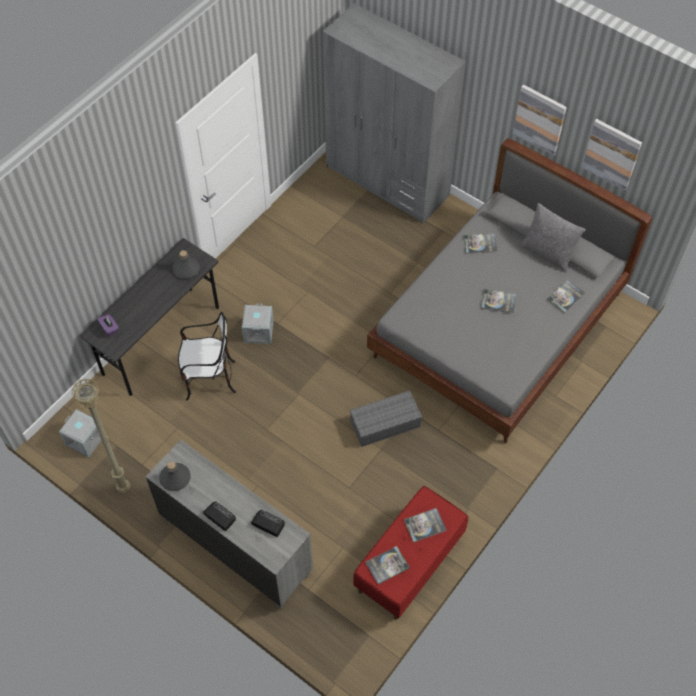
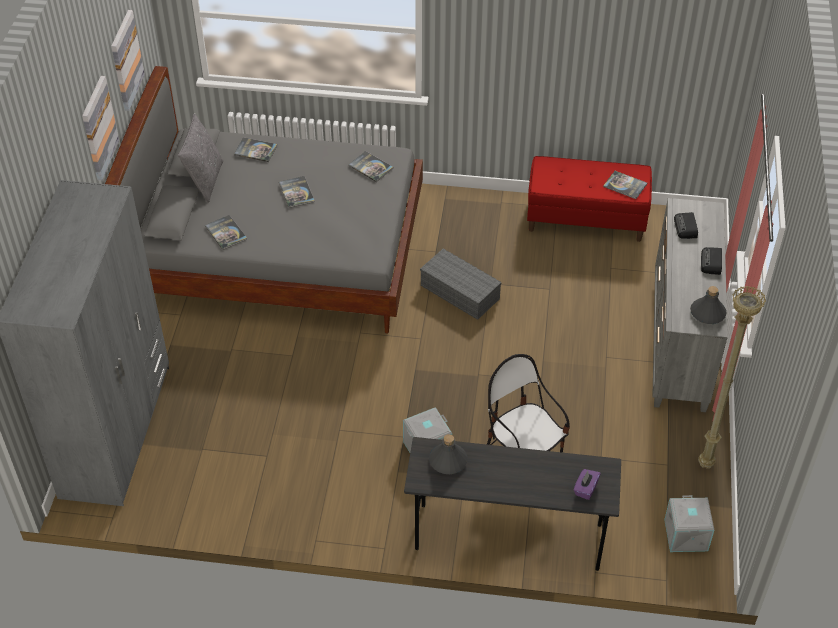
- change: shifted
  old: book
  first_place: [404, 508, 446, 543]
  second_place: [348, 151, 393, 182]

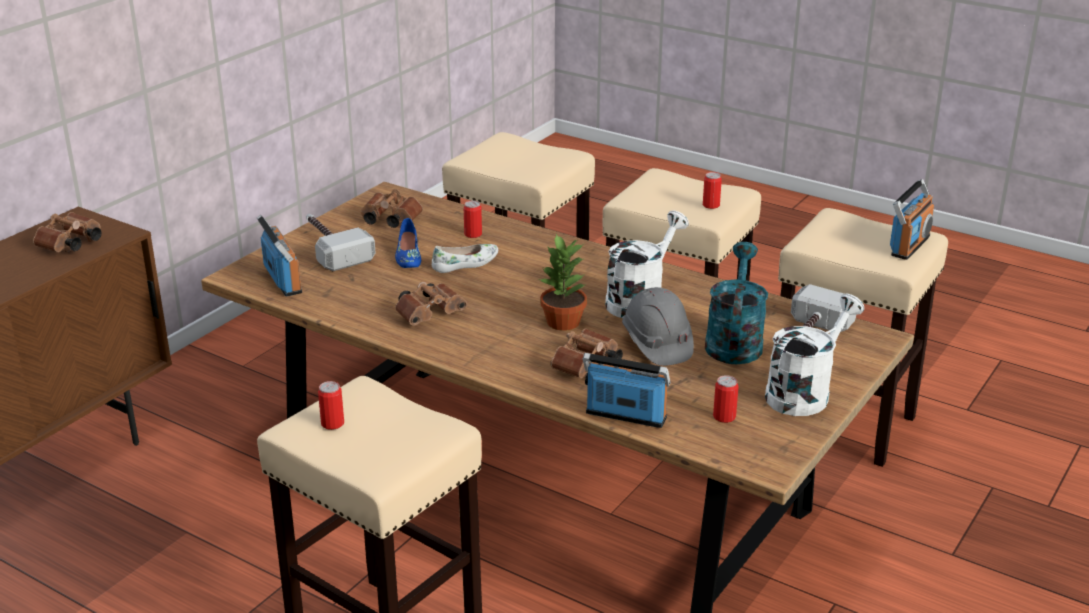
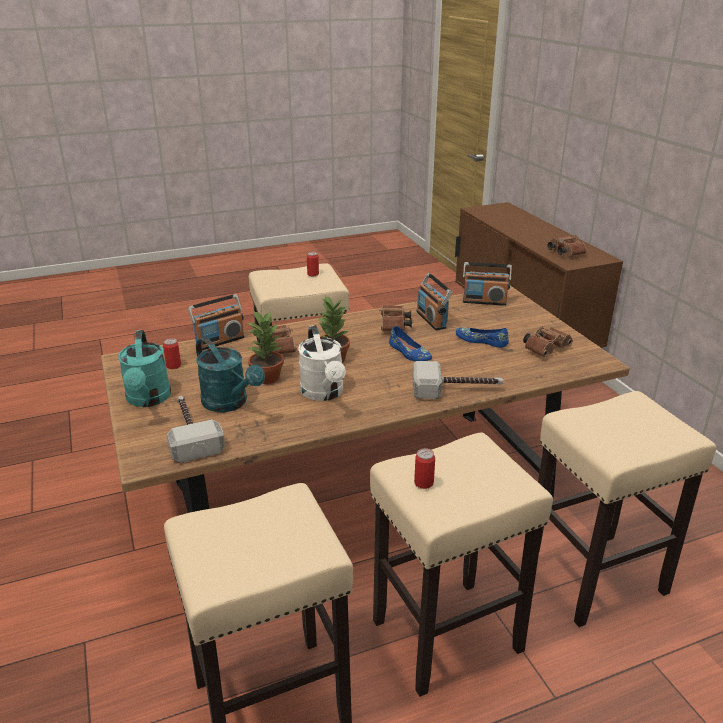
- change: gone
  old: white_shoe
  first_place: [432, 244, 498, 273]
- change: gone
  old: can
  first_place: [464, 200, 482, 238]
- change: new
  new: blue_shoe
  second_place: [389, 326, 432, 361]
- change: shifted
  old: hammer
  first_place: [306, 214, 376, 271]
  second_place: [413, 361, 503, 399]
- change: shifted
  old: radio
  first_place: [890, 179, 934, 260]
  second_place: [417, 273, 452, 330]
- change: swapped
  old: grey_hard_hat
  new: potted_plant
  first_place: [622, 287, 694, 366]
  second_place: [246, 310, 284, 384]
- change: repainted
  old: white_watering_can
  new: turquoise_watering_can
  first_place: [765, 294, 864, 416]
  second_place: [118, 330, 171, 407]

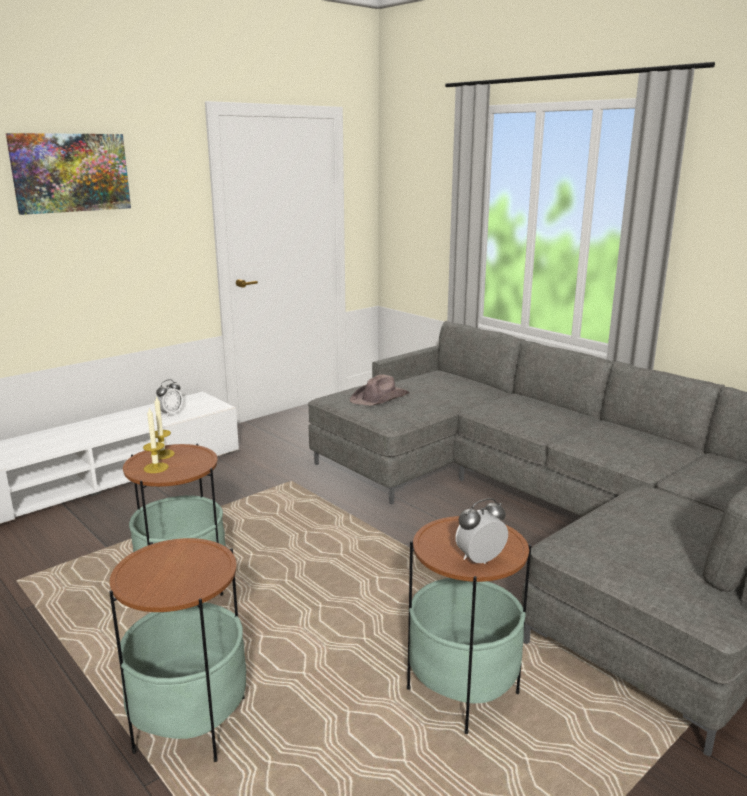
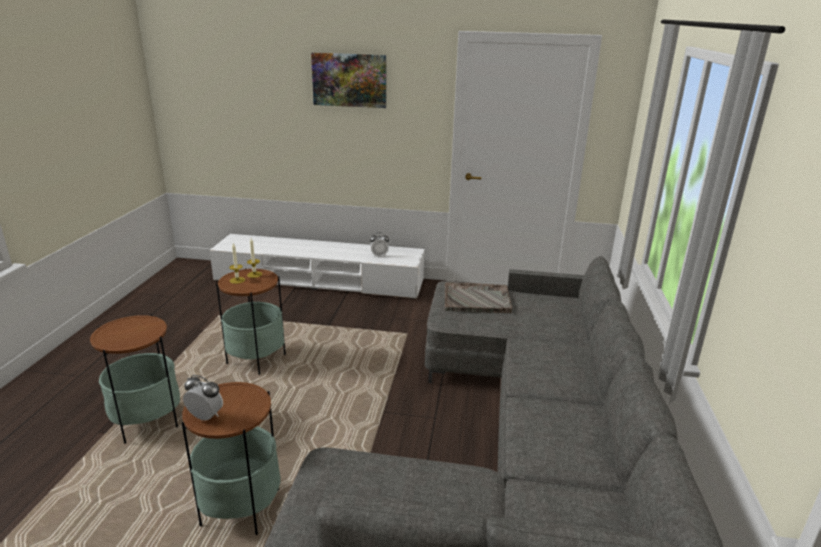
- change: swapped
  old: brown_hat
  new: grey_tray
  first_place: [350, 374, 410, 406]
  second_place: [445, 282, 512, 313]

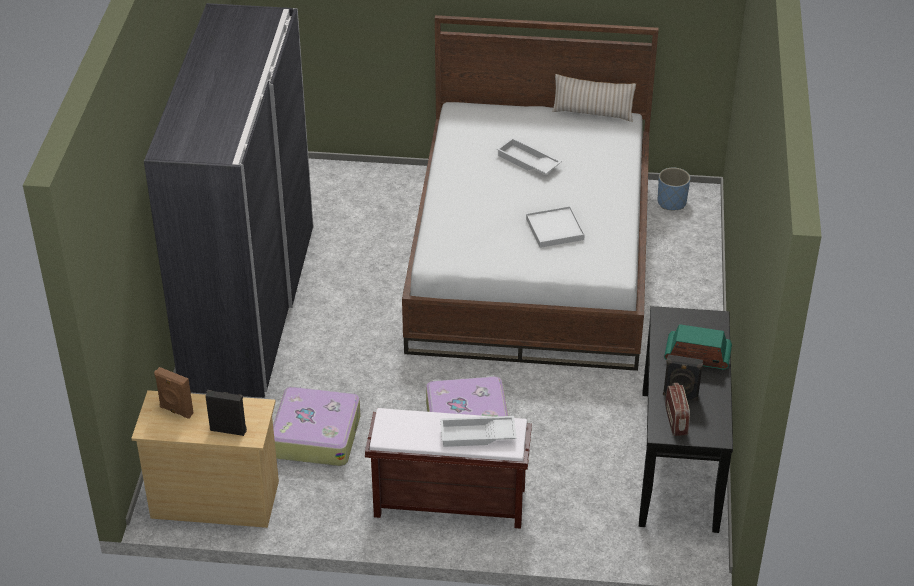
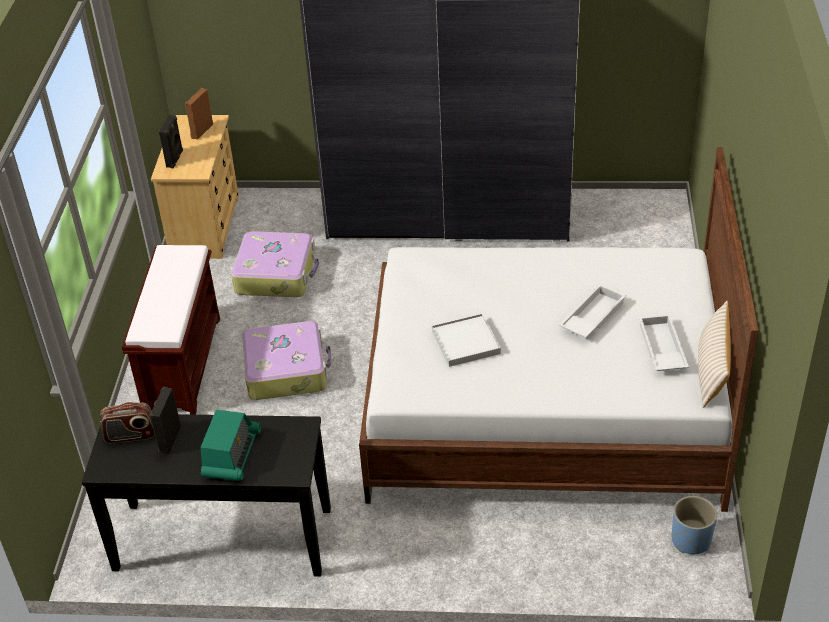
- change: shifted
  old: white_tray
  first_place: [440, 416, 516, 447]
  second_place: [639, 314, 689, 371]

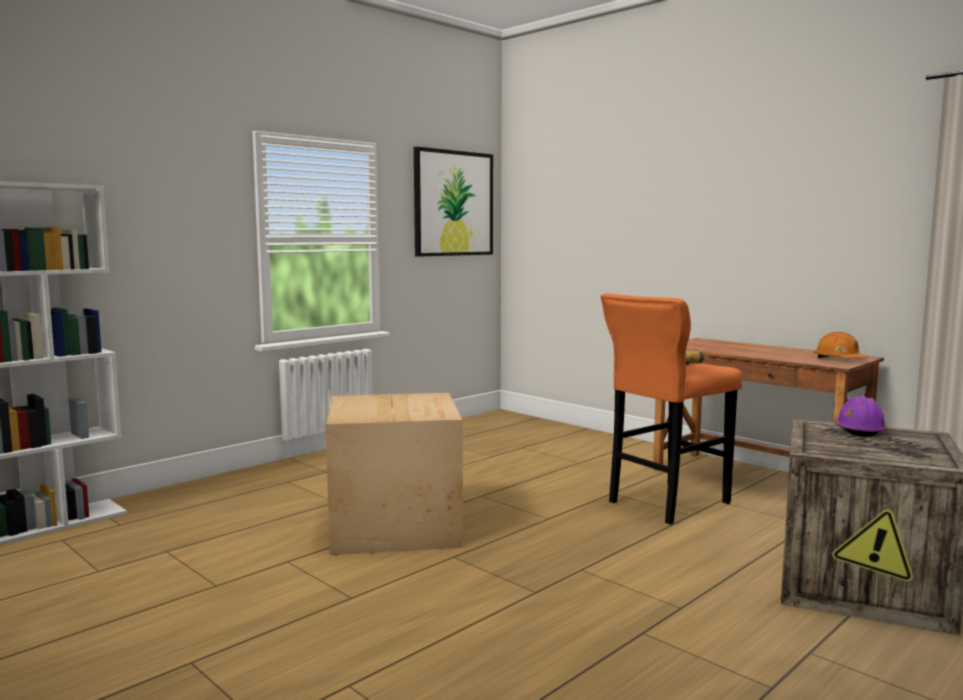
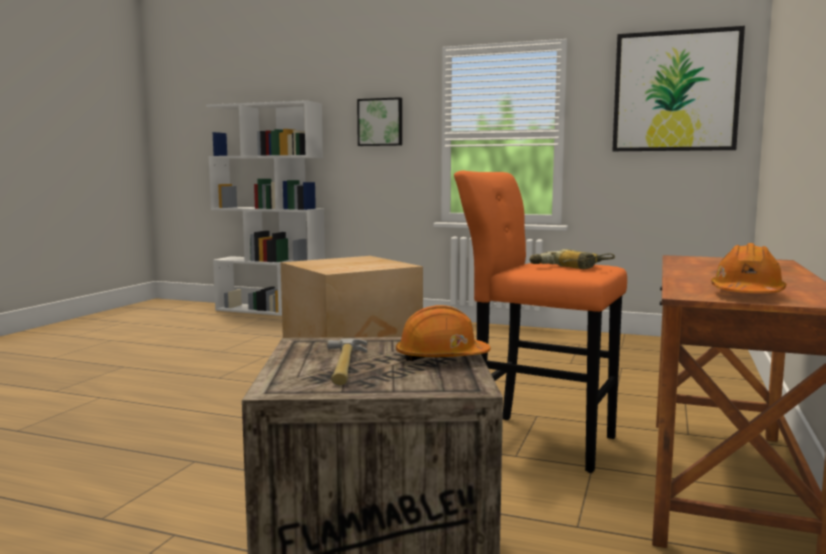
- change: new
  new: hammer
  second_place: [327, 339, 367, 385]
- change: new
  new: picture
  second_place: [357, 97, 402, 146]
- change: repainted
  old: purple_hard_hat
  new: orange_hard_hat
  first_place: [835, 396, 888, 437]
  second_place: [396, 305, 491, 361]

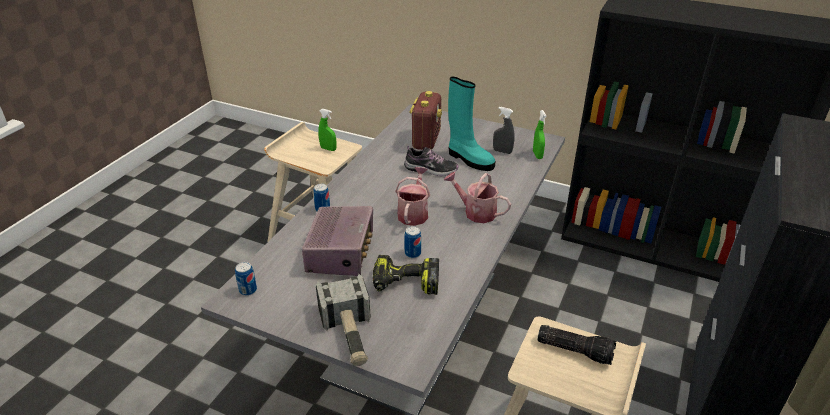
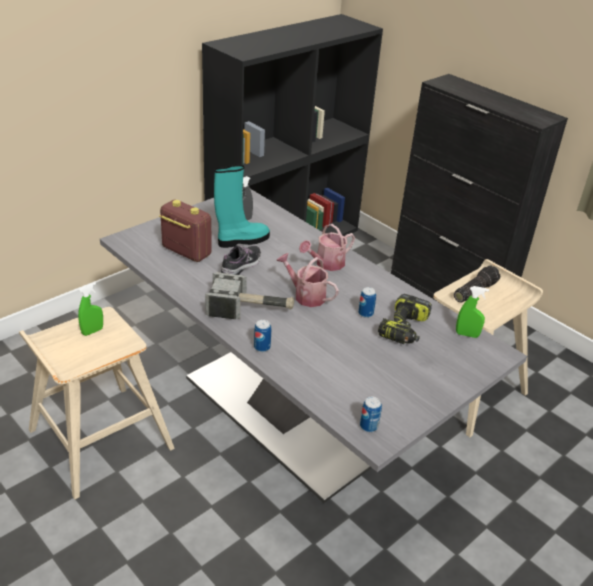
- change: gone
  old: radio
  first_place: [302, 206, 373, 276]
- change: shifted
  old: hammer
  first_place: [316, 274, 371, 366]
  second_place: [205, 273, 294, 319]
- change: shifted
  old: green_spray_bottle
  first_place: [533, 110, 547, 159]
  second_place: [456, 286, 489, 338]

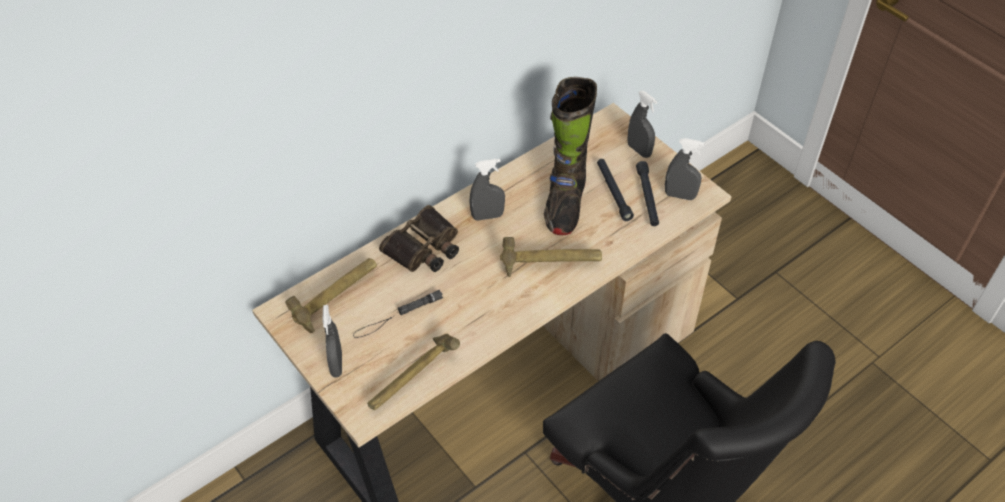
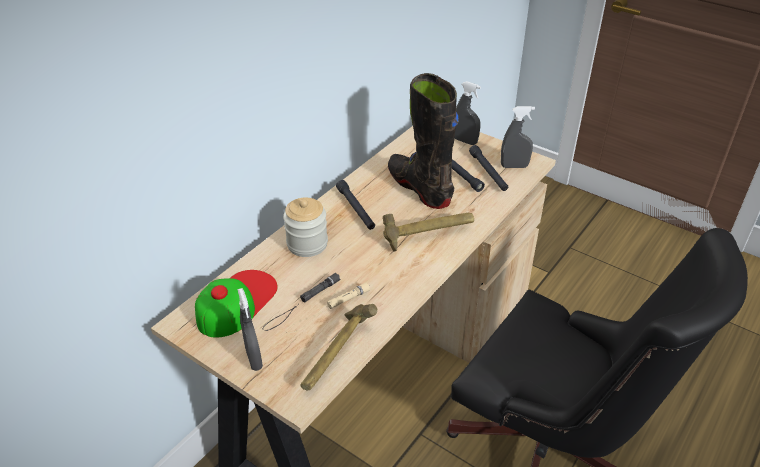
- change: new
  new: beige_flashlight
  second_place: [285, 282, 370, 333]
- change: swapped
  old: hammer
  new: cap
  first_place: [285, 258, 377, 333]
  second_place: [195, 270, 278, 338]
- change: swapped
  old: binoculars
  new: jar
  first_place: [379, 205, 459, 272]
  second_place: [283, 197, 328, 257]
- change: swapped
  old: grey_spray_bottle
  new: black_flashlight
  first_place: [469, 159, 505, 221]
  second_place: [336, 180, 375, 230]
- change: rotated
  old: black_boot
  first_place: [544, 77, 597, 235]
  second_place: [388, 73, 459, 209]
  degrees: 150

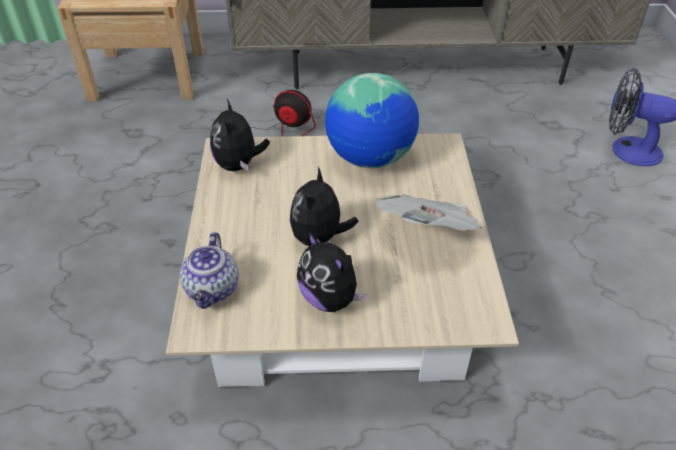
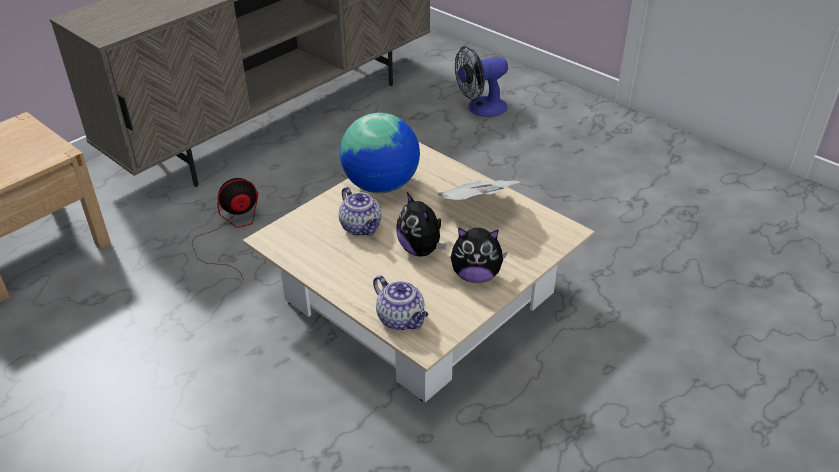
- change: gone
  old: plush_toy
  first_place: [210, 99, 270, 171]
- change: new
  new: teapot
  second_place: [339, 187, 382, 236]

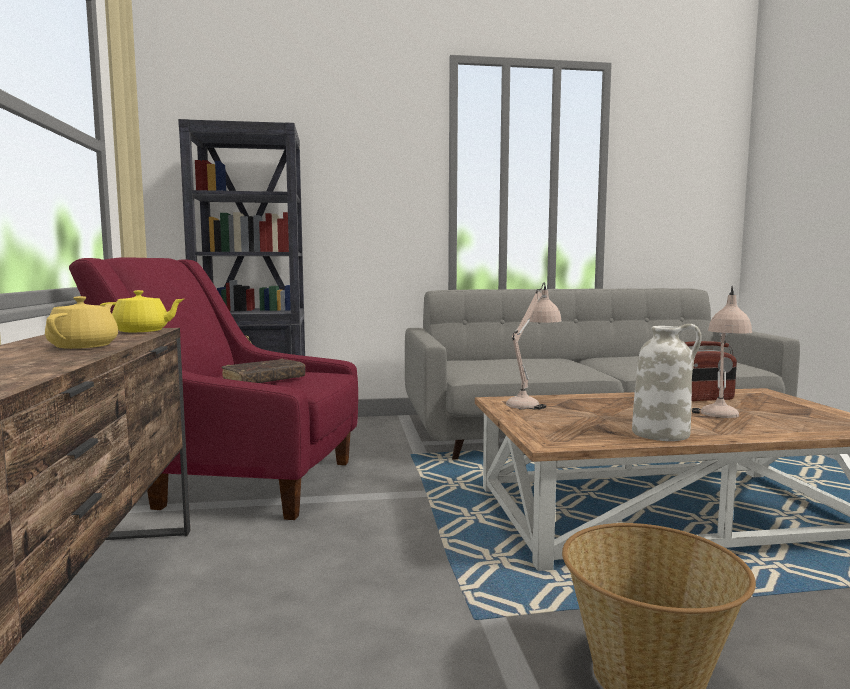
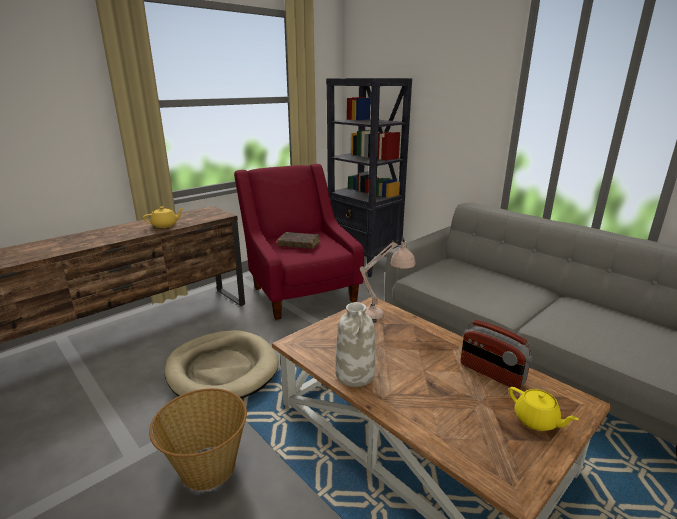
- change: gone
  old: beige_table_lamp
  first_place: [692, 286, 752, 418]
- change: new
  new: beige_dog_bed
  second_place: [164, 330, 279, 398]
- change: shifted
  old: yellow_teapot
  first_place: [100, 290, 184, 332]
  second_place: [509, 387, 579, 431]

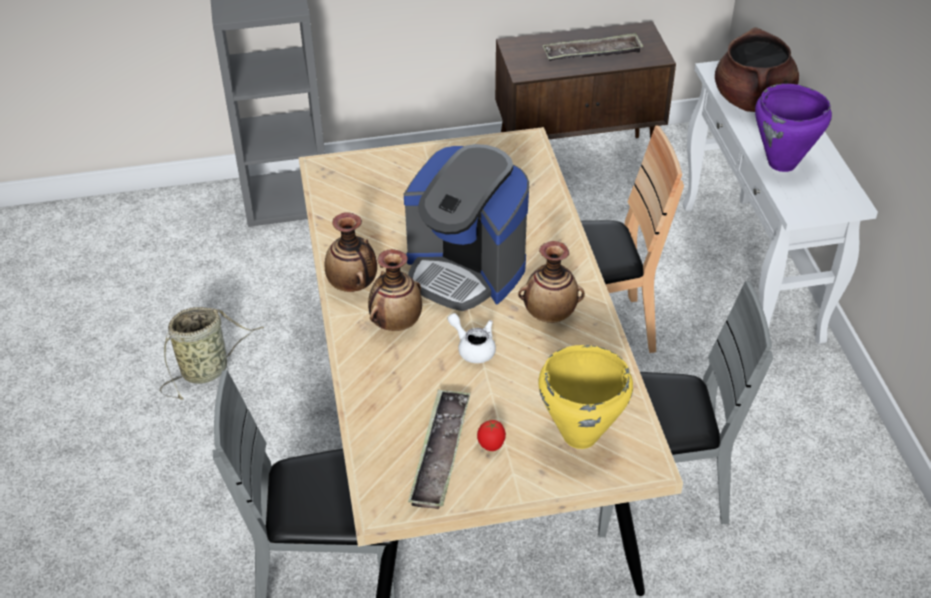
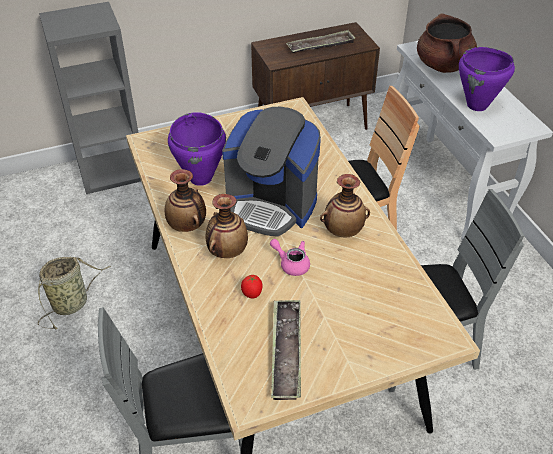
- change: gone
  old: yellow_cooking_pot
  first_place: [538, 345, 633, 449]
- change: new
  new: purple_cooking_pot
  second_place: [168, 112, 226, 186]
- change: shifted
  old: tomato
  first_place: [477, 420, 506, 451]
  second_place: [241, 275, 263, 299]
- change: repainted
  old: white_teapot
  new: pink_teapot
  first_place: [448, 313, 496, 363]
  second_place: [270, 239, 310, 276]

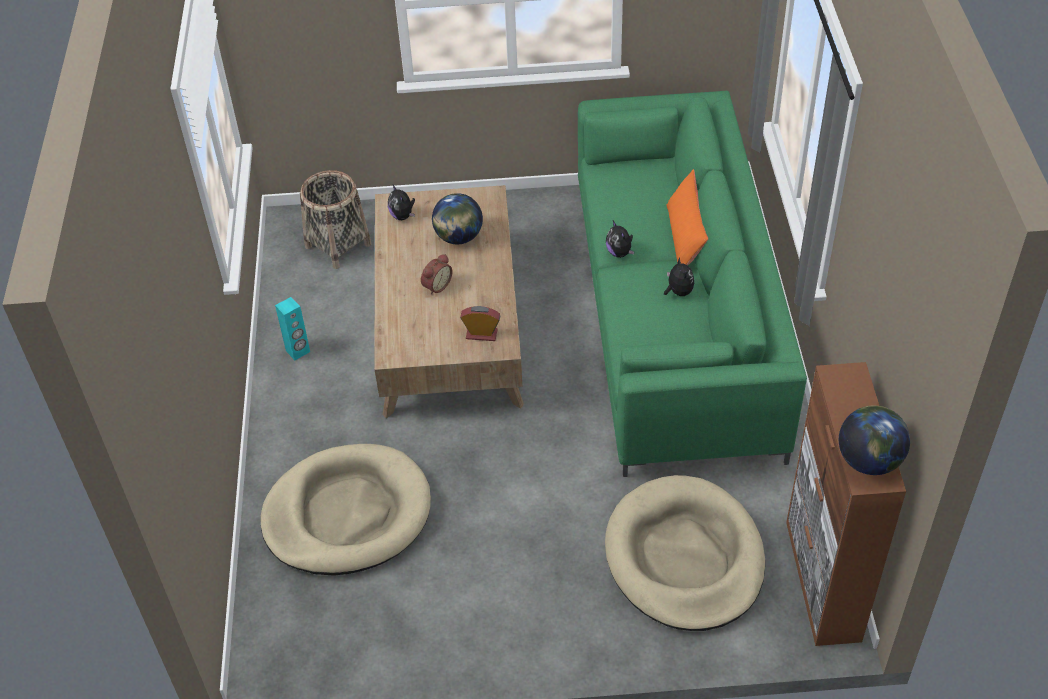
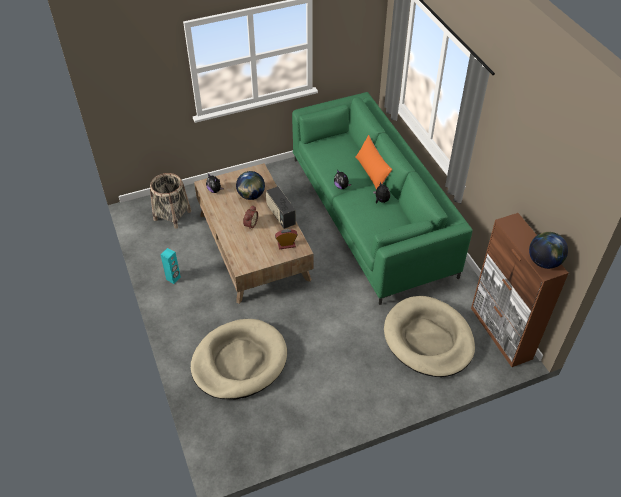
- change: new
  new: radio
  second_place: [266, 186, 296, 229]

